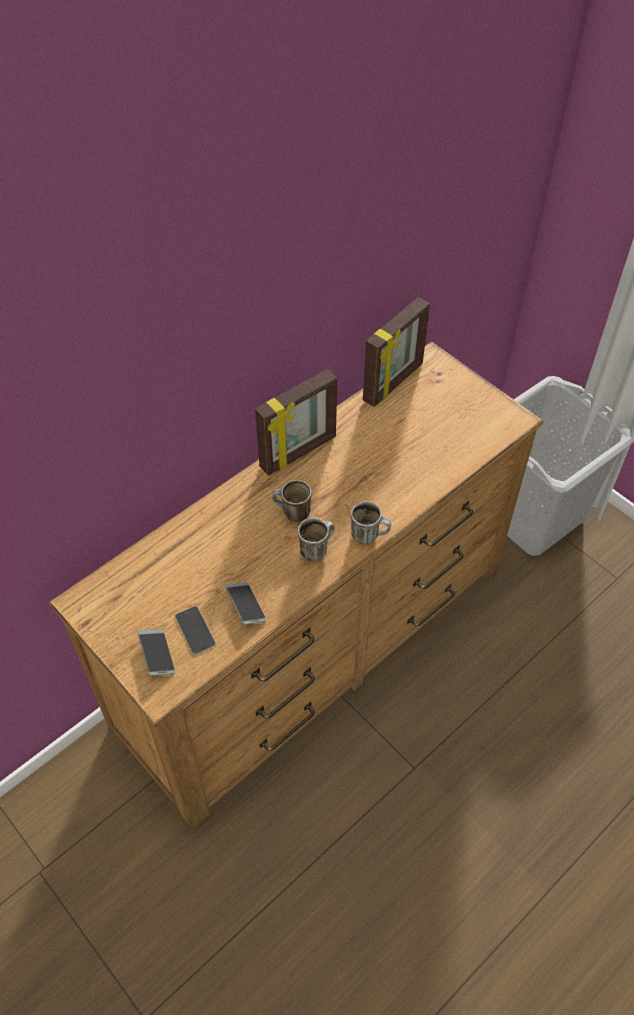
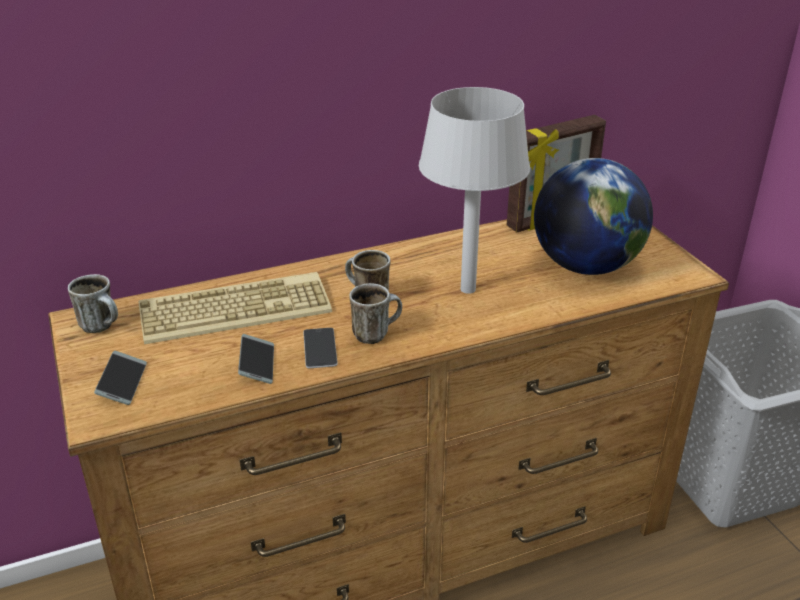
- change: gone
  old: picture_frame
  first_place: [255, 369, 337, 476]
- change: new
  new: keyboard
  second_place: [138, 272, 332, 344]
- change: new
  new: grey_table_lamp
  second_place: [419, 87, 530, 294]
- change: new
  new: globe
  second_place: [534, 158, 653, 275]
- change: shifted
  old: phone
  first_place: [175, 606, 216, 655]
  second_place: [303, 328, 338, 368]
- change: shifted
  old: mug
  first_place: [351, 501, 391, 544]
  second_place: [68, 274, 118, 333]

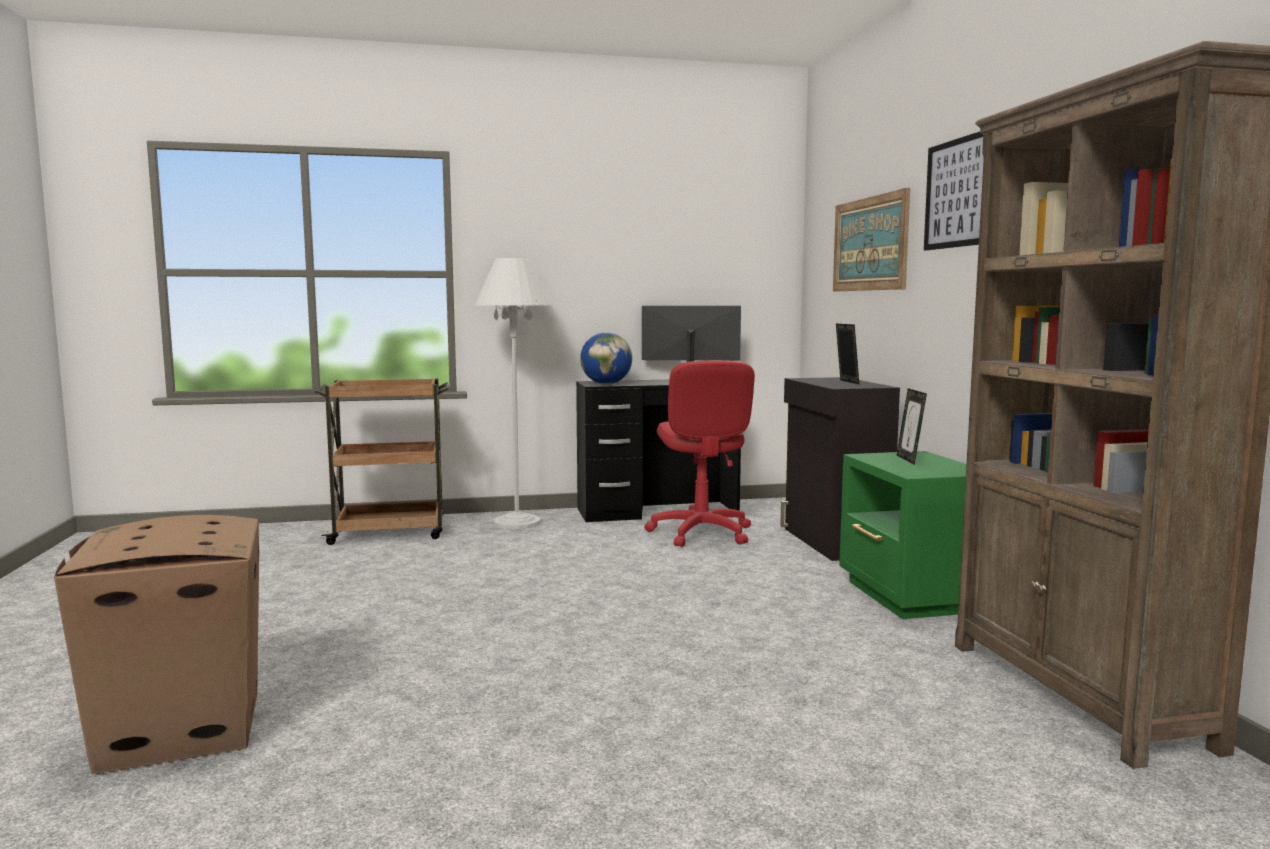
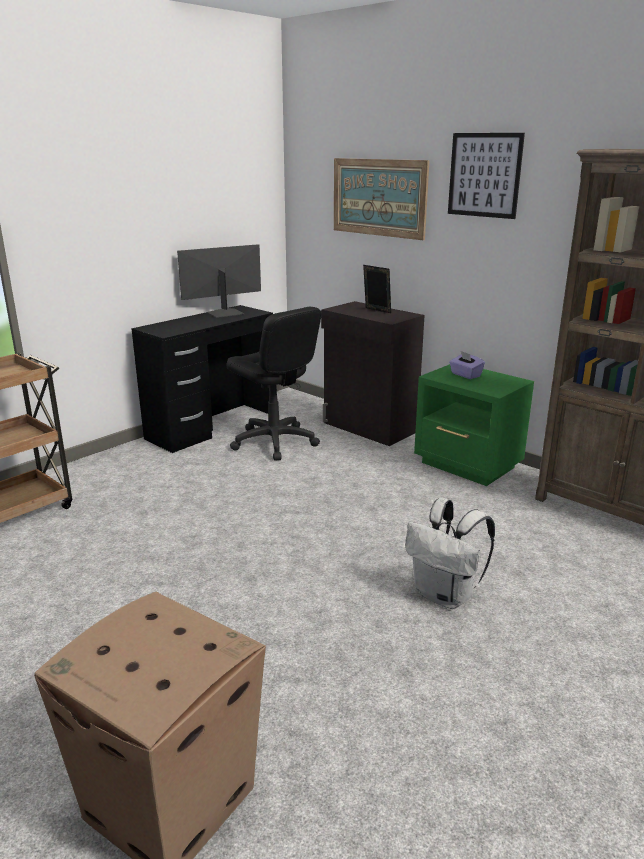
- change: gone
  old: white_floor_lamp
  first_place: [474, 258, 552, 529]
- change: gone
  old: globe
  first_place: [580, 332, 632, 384]
- change: new
  new: white_backpack
  second_place: [405, 498, 495, 609]
- change: swapped
  old: picture_frame
  new: purple_tissue_box
  first_place: [897, 388, 927, 465]
  second_place: [449, 351, 485, 379]
- change: repainted
  old: red_office_chair
  new: black_office_chair
  first_place: [645, 360, 755, 547]
  second_place: [226, 307, 322, 460]

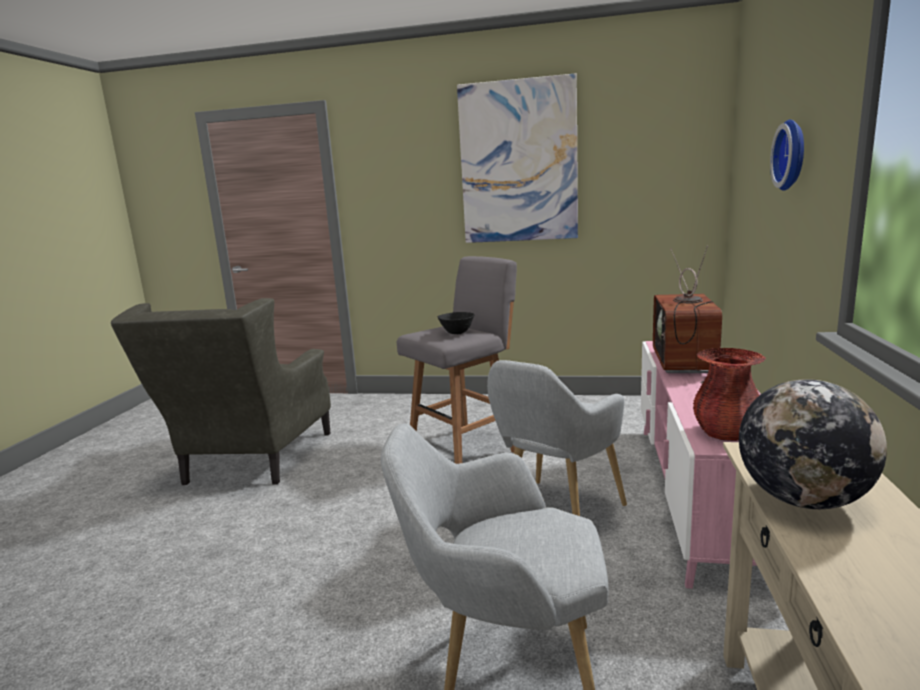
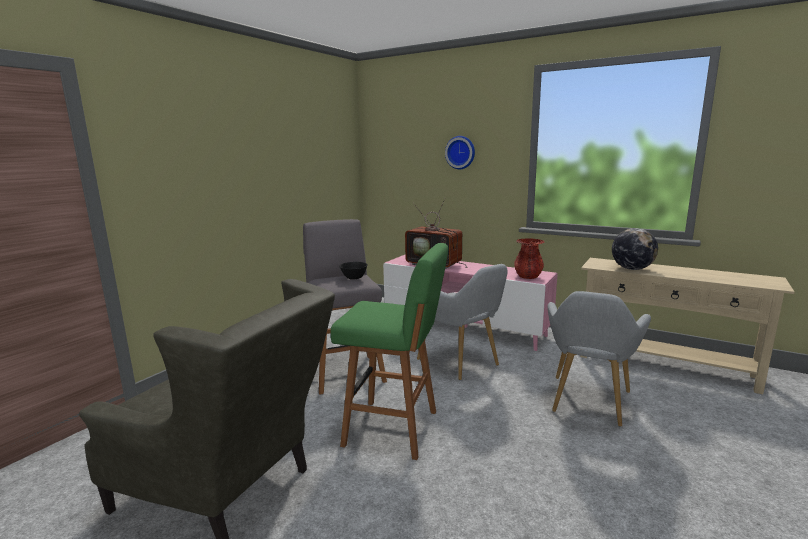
- change: gone
  old: picture
  first_place: [457, 73, 578, 243]
- change: new
  new: green_stool
  second_place: [330, 243, 448, 460]

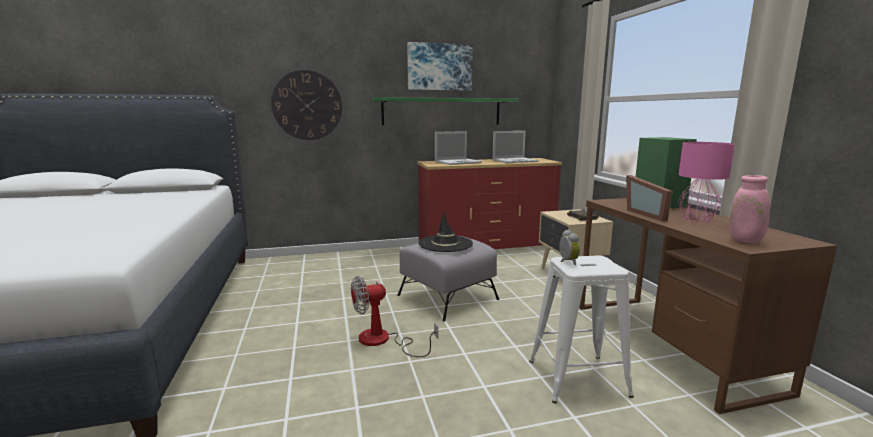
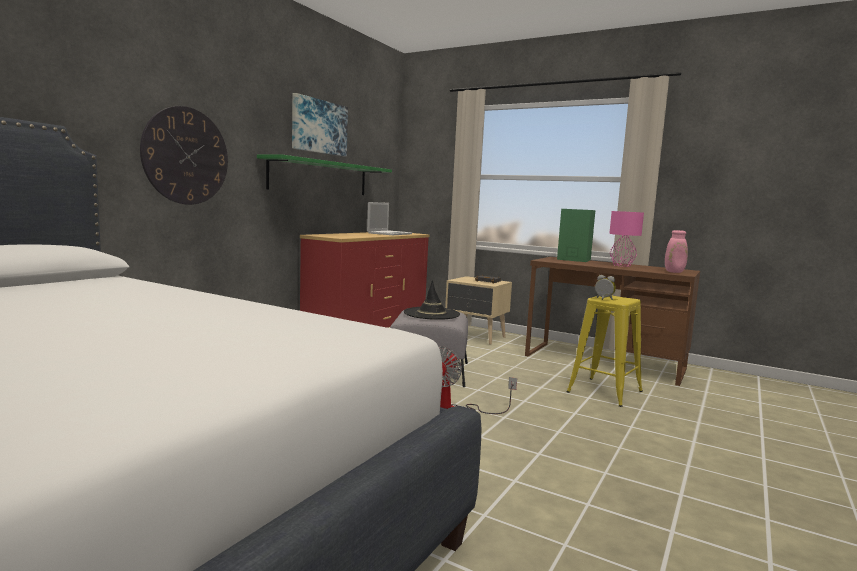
- change: gone
  old: laptop
  first_place: [435, 131, 482, 165]
- change: gone
  old: picture_frame
  first_place: [626, 175, 673, 221]
- change: repainted
  old: white_stool
  new: yellow_stool
  first_place: [529, 255, 634, 403]
  second_place: [566, 296, 643, 407]

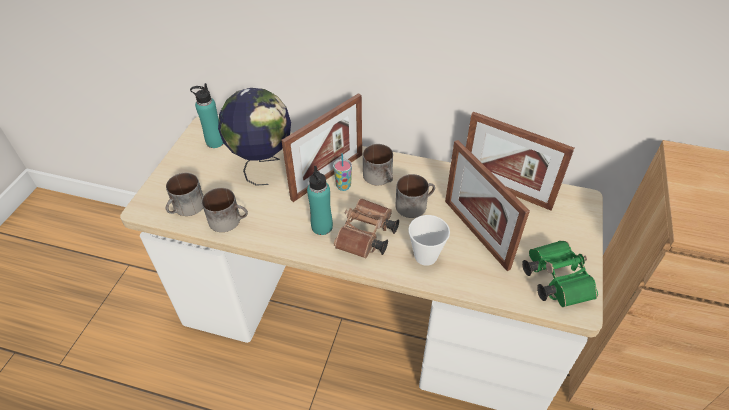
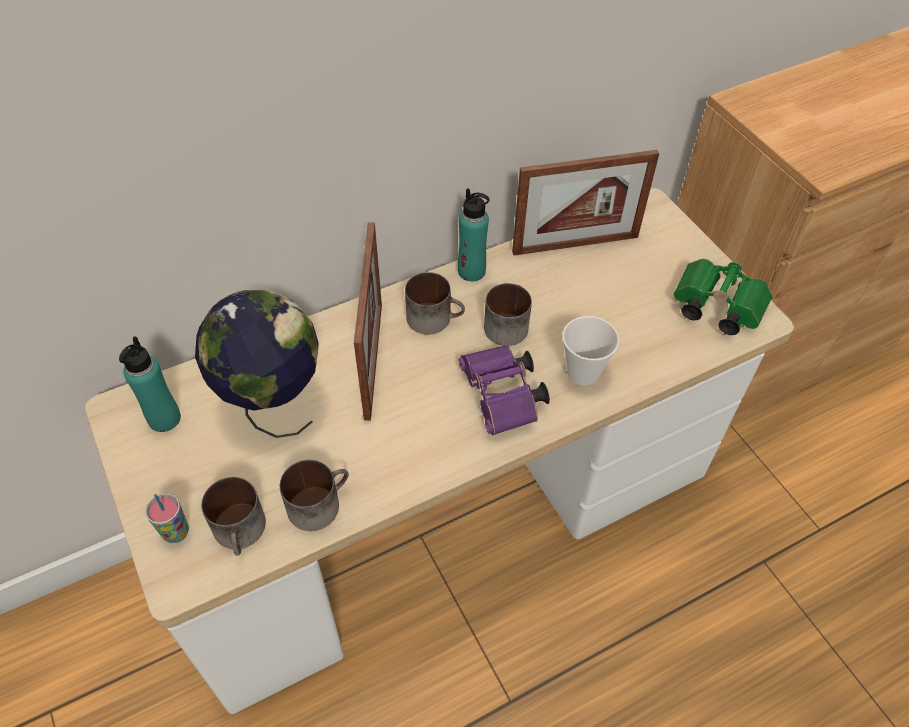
- change: gone
  old: picture_frame
  first_place: [445, 140, 530, 271]
- change: shifted
  old: turquoise_bottle
  first_place: [307, 166, 333, 235]
  second_place: [458, 188, 489, 281]
- change: shifted
  old: cup
  first_place: [333, 153, 352, 191]
  second_place: [145, 494, 189, 543]
- change: repainted
  old: brown_binoculars
  new: purple_binoculars
  first_place: [334, 198, 399, 258]
  second_place: [458, 345, 550, 435]

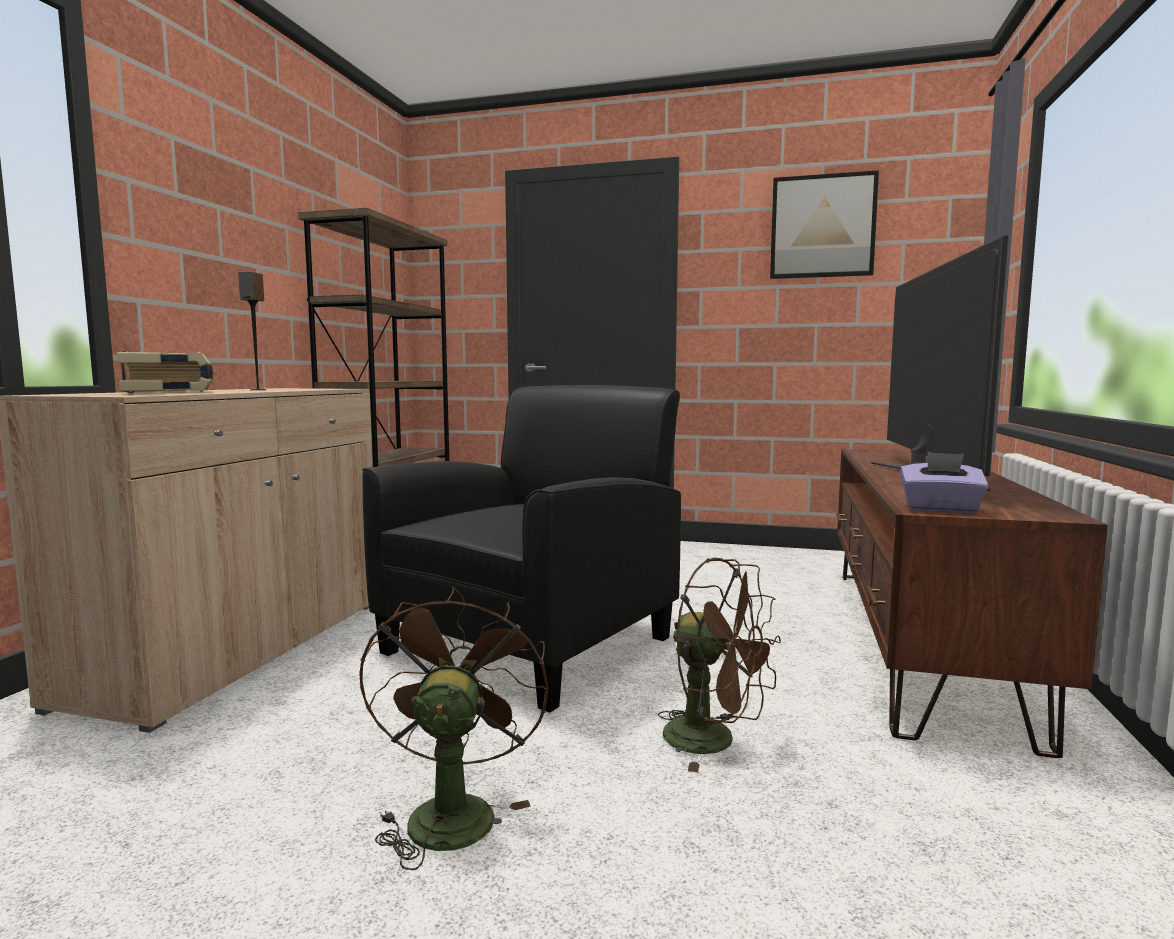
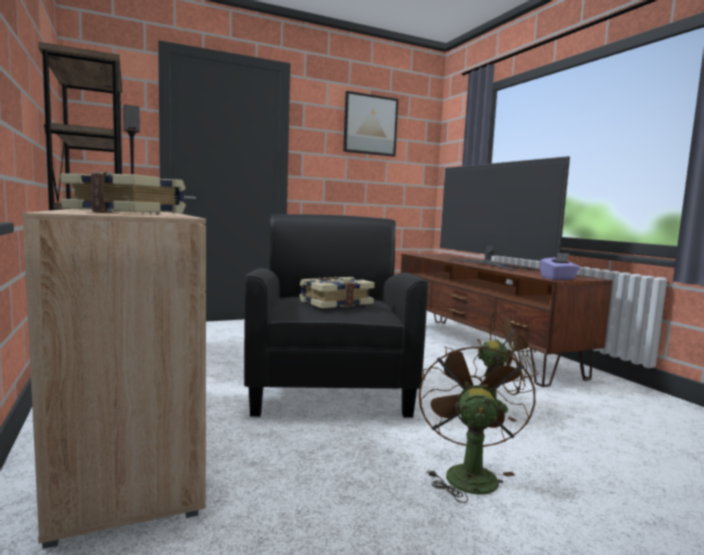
- change: new
  new: book
  second_place: [299, 277, 375, 308]
- change: rotated
  old: brown_fan
  first_place: [359, 586, 549, 870]
  second_place: [419, 339, 535, 503]
  degrees: 45

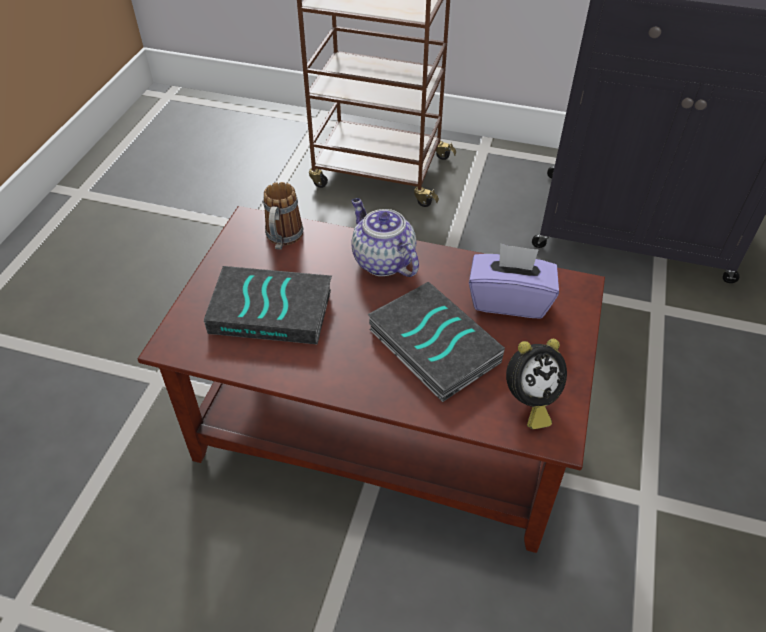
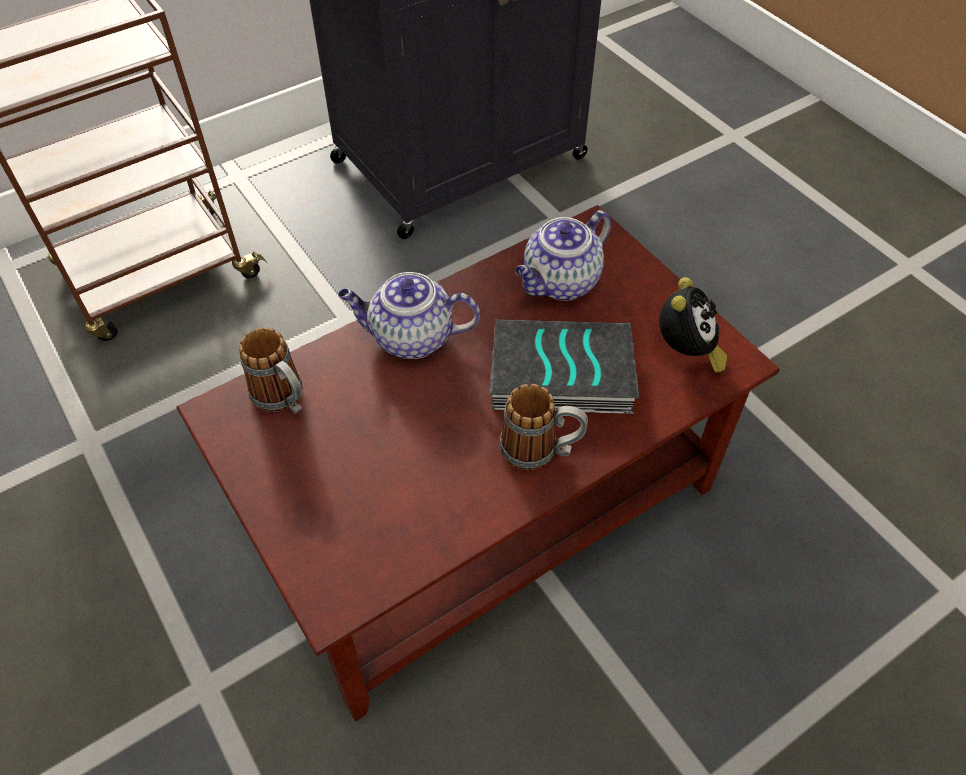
- change: gone
  old: book
  first_place: [204, 266, 332, 345]
- change: new
  new: mug
  second_place: [500, 384, 588, 470]
- change: swapped
  old: purple_tissue_box
  new: teapot
  first_place: [469, 243, 559, 319]
  second_place: [515, 210, 611, 301]

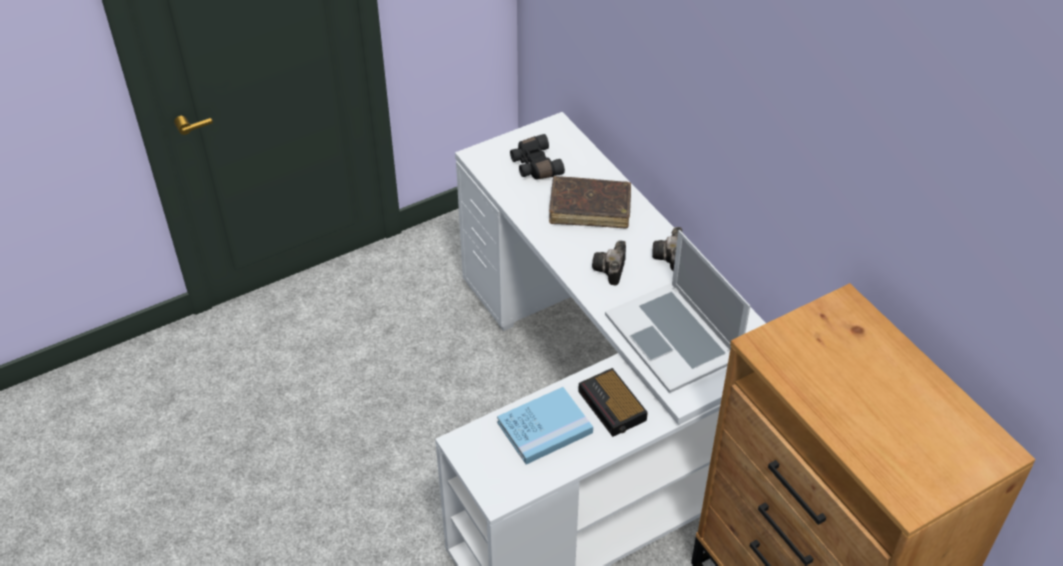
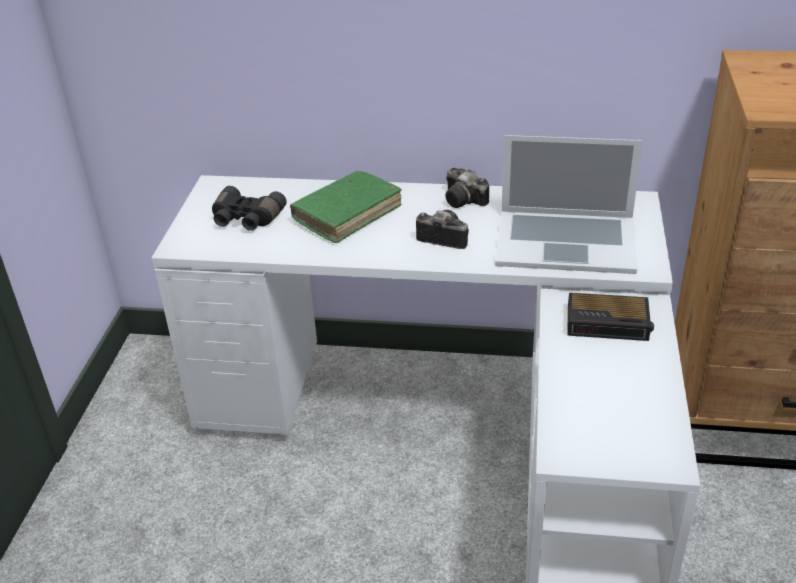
- change: gone
  old: blue_book
  first_place: [497, 387, 593, 465]
- change: repainted
  old: brown_book
  new: green_book
  first_place: [549, 176, 631, 228]
  second_place: [290, 171, 402, 243]
- change: rotated
  old: photo_camera
  first_place: [592, 240, 626, 285]
  second_place: [416, 210, 469, 249]
  degrees: 150

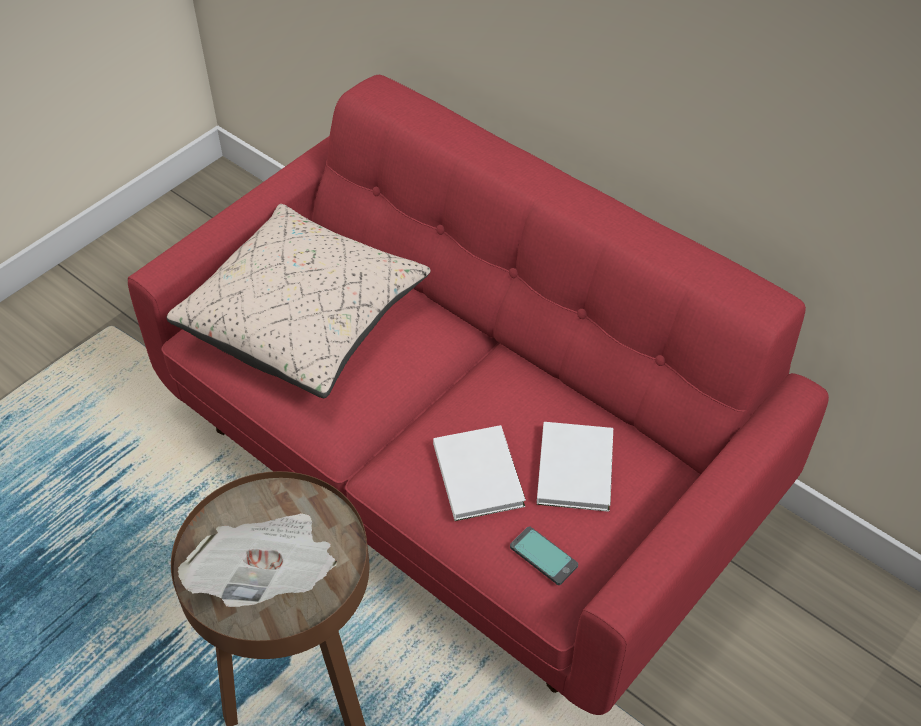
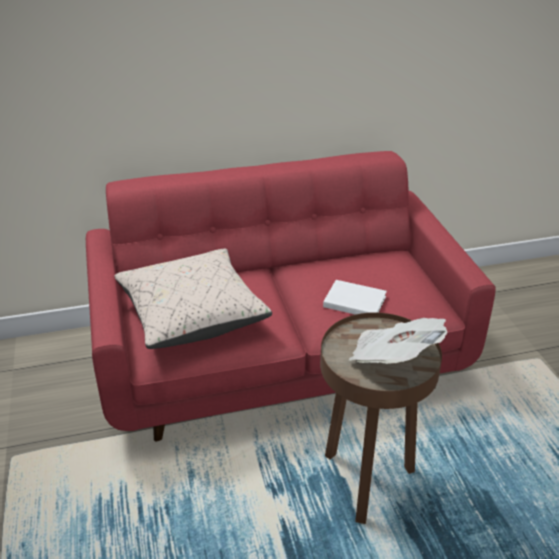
- change: gone
  old: phone
  first_place: [510, 527, 578, 585]
- change: gone
  old: white_book
  first_place: [537, 422, 613, 512]

